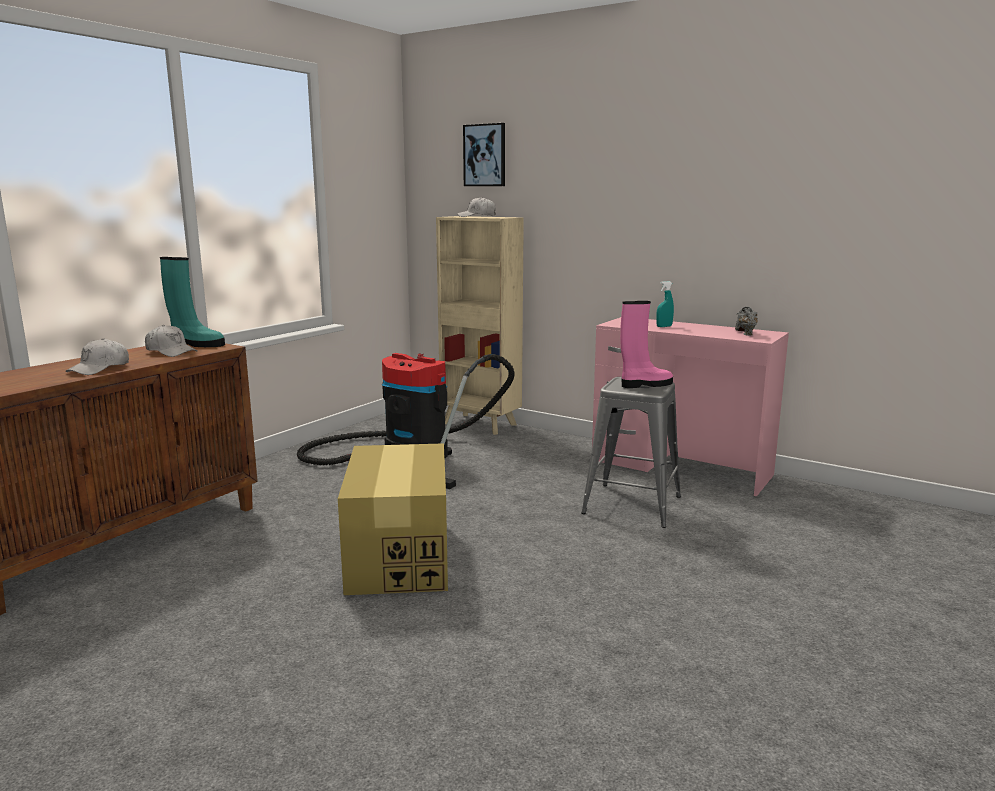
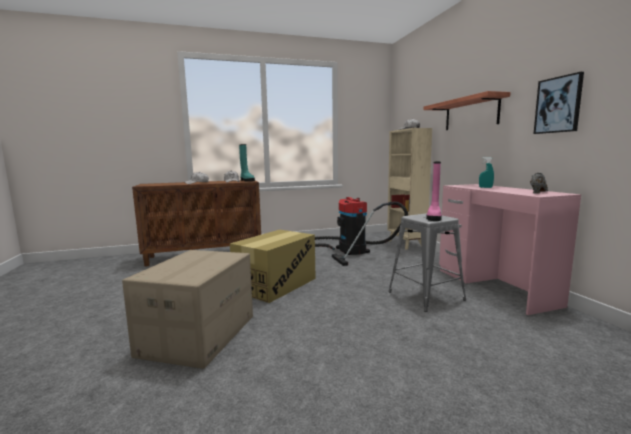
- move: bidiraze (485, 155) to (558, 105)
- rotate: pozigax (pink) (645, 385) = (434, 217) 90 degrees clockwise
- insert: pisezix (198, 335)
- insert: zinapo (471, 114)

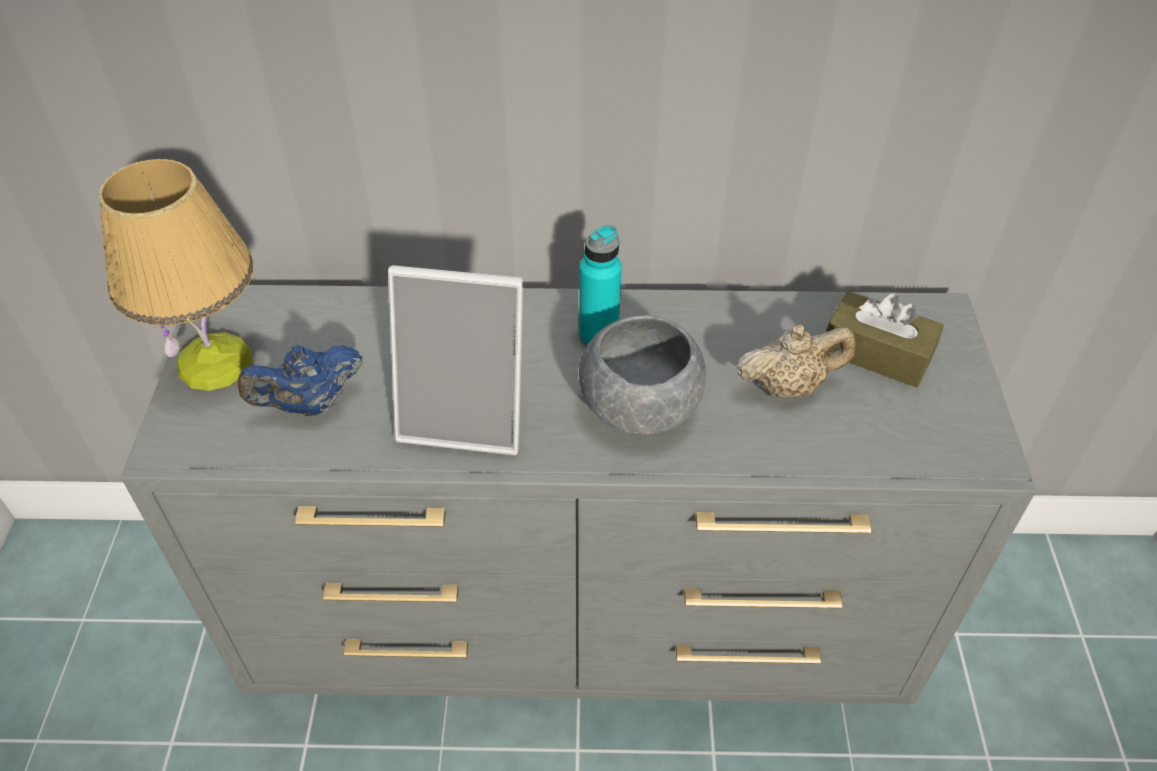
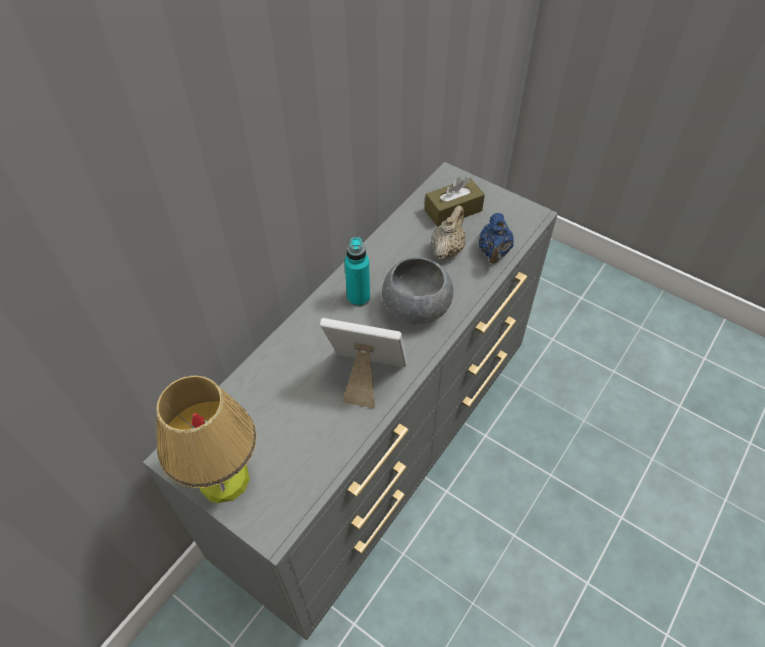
- move: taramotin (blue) (311, 405) to (494, 252)
- rotate: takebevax (467, 415) = (365, 377) 120 degrees counterclockwise

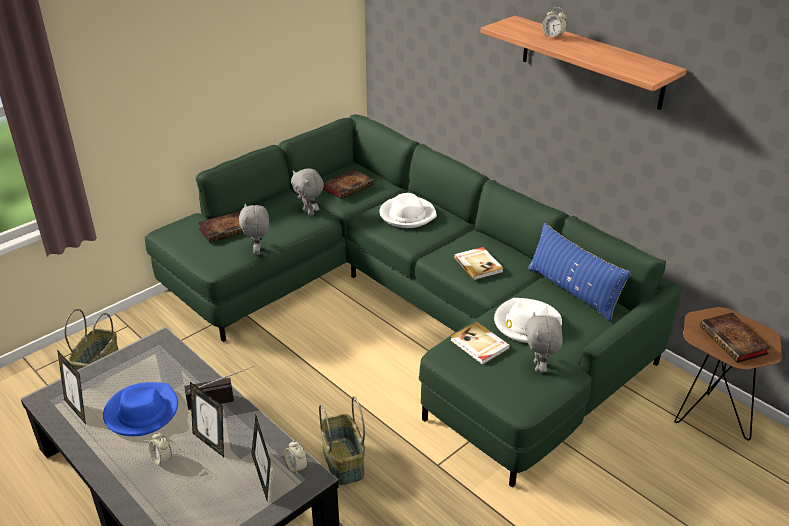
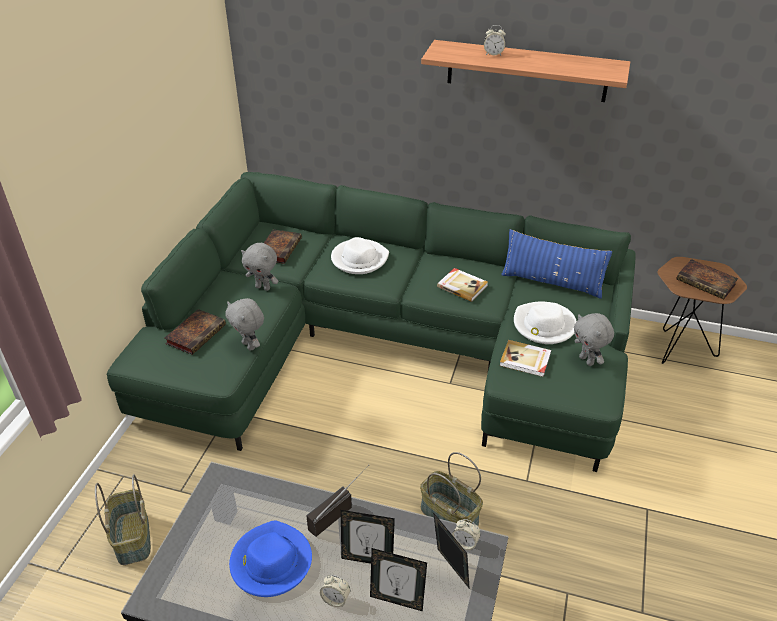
- move: takebevax (78, 410) to (397, 599)

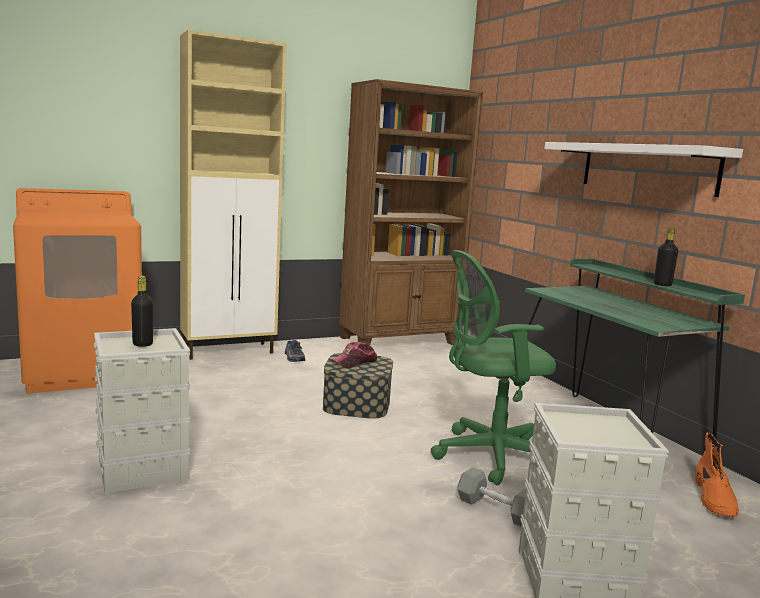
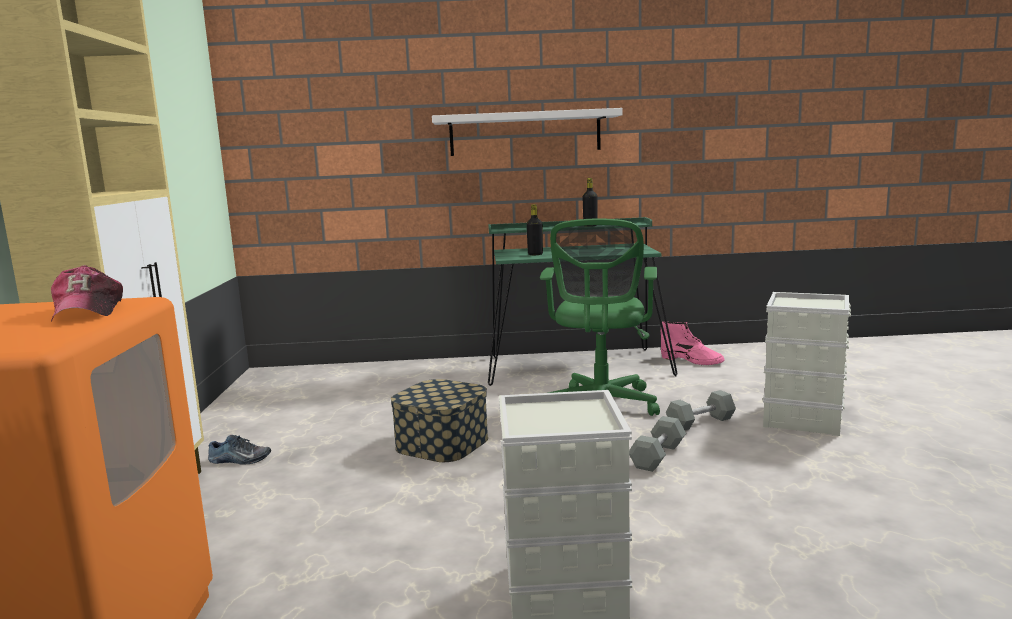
- move: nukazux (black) (142, 344) to (535, 254)
- move: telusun (354, 362) to (88, 311)
- delete: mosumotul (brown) (400, 341)
- recolor: pozigax (orange) (714, 499) to pozigax (pink) (692, 361)
- insert: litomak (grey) (657, 456)

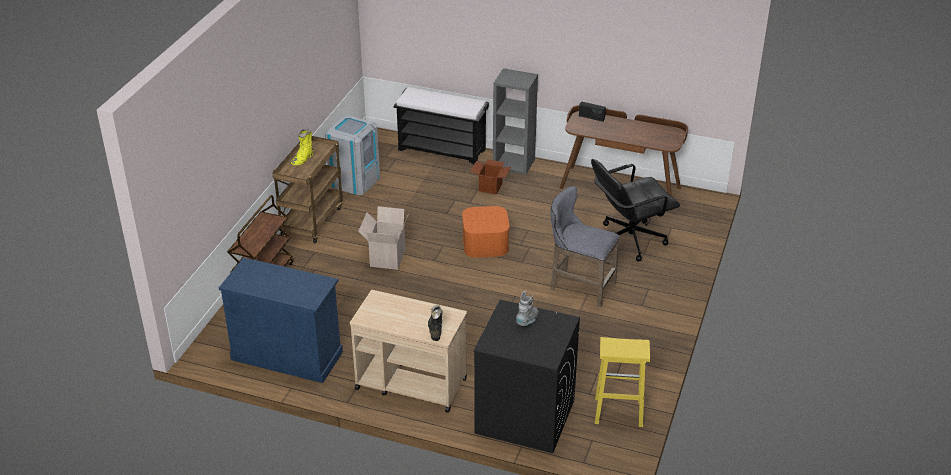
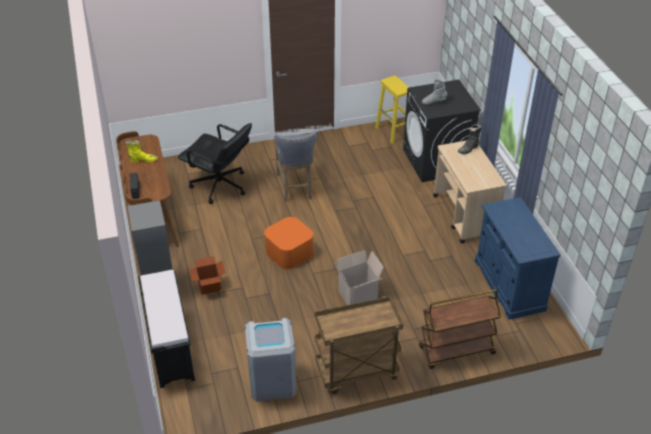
- move: pozigax (yellow) (303, 159) to (143, 160)

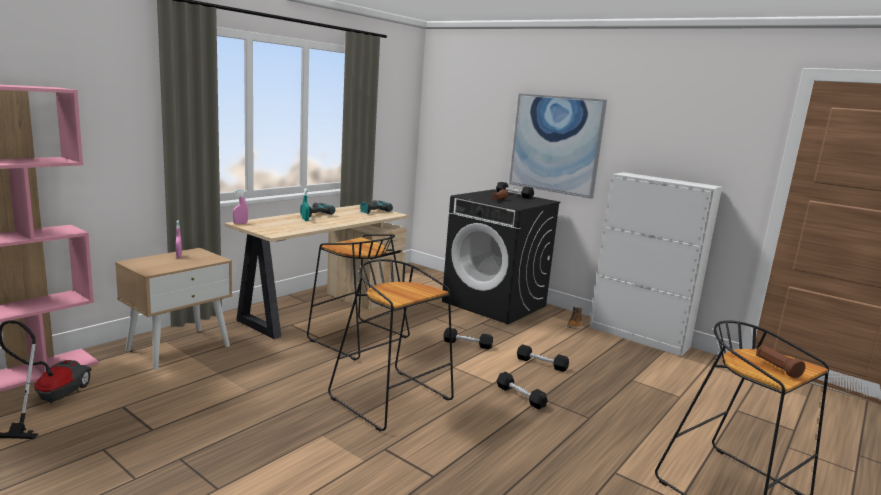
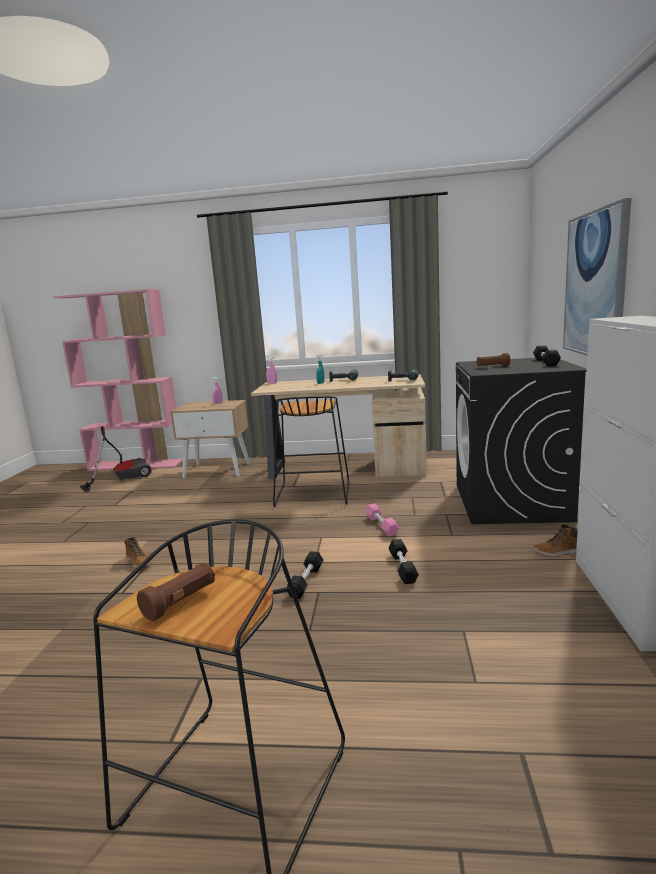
- delete: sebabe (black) (393, 400)
- recolor: litomak (black) (467, 344) to litomak (pink) (381, 526)
- insert: pozigax (139, 562)

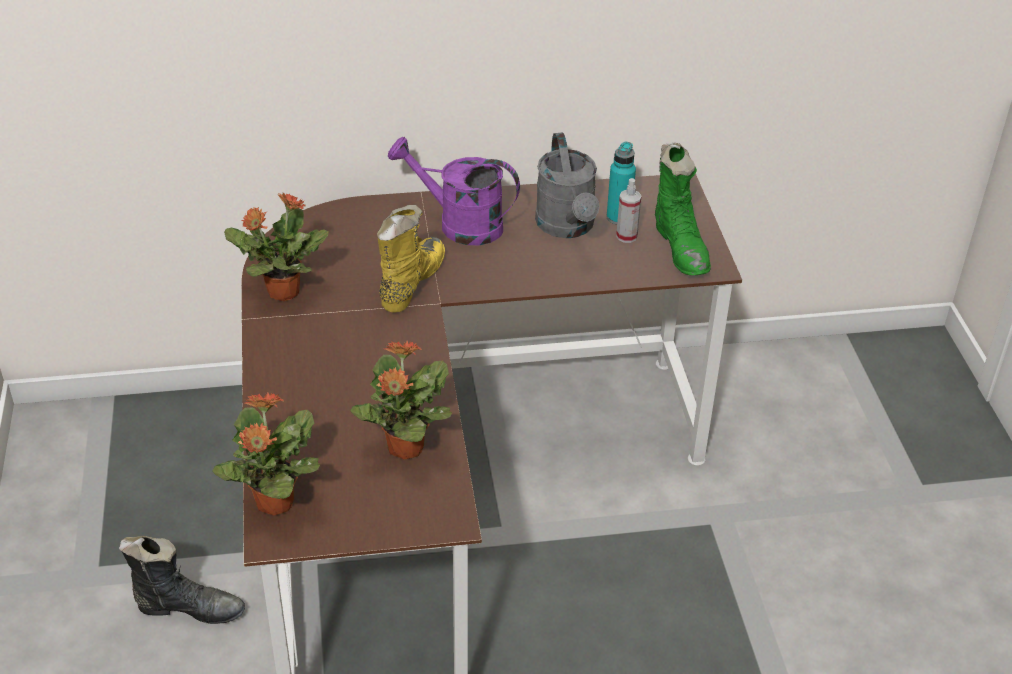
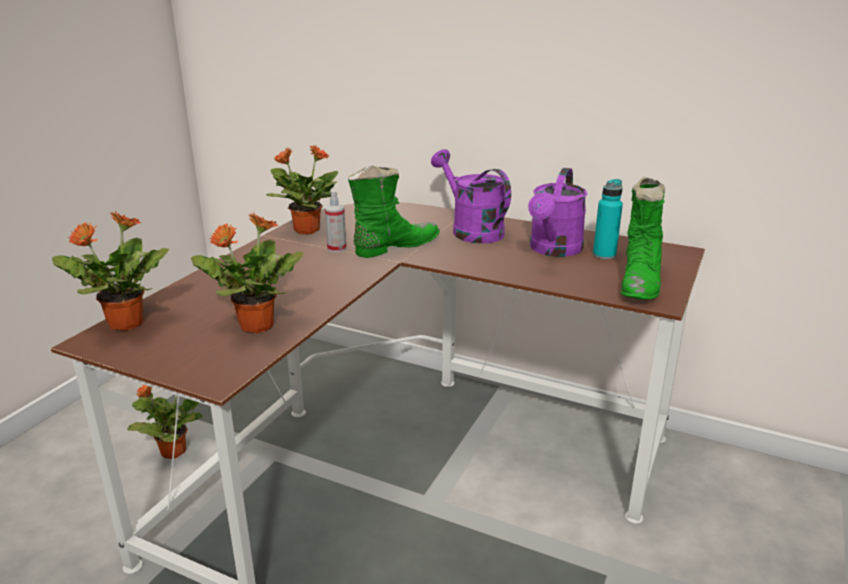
- replace: pozigax (black) (189, 608) to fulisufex (172, 451)
- recolor: pozigax (yellow) (410, 282) to pozigax (green) (394, 247)
- recolor: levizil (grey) (568, 227) to levizil (purple) (553, 250)
- move: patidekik (626, 236) to (336, 249)

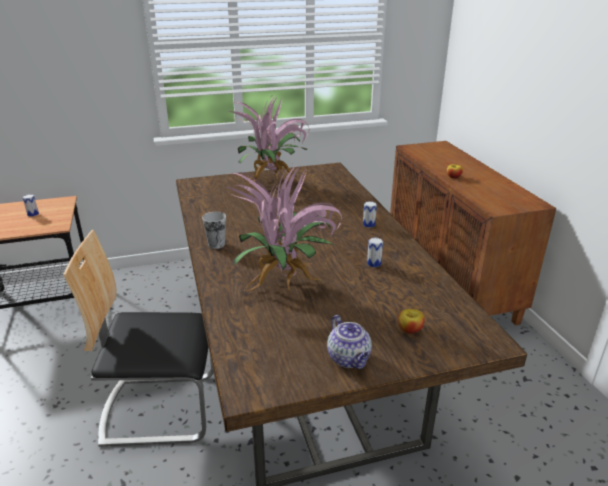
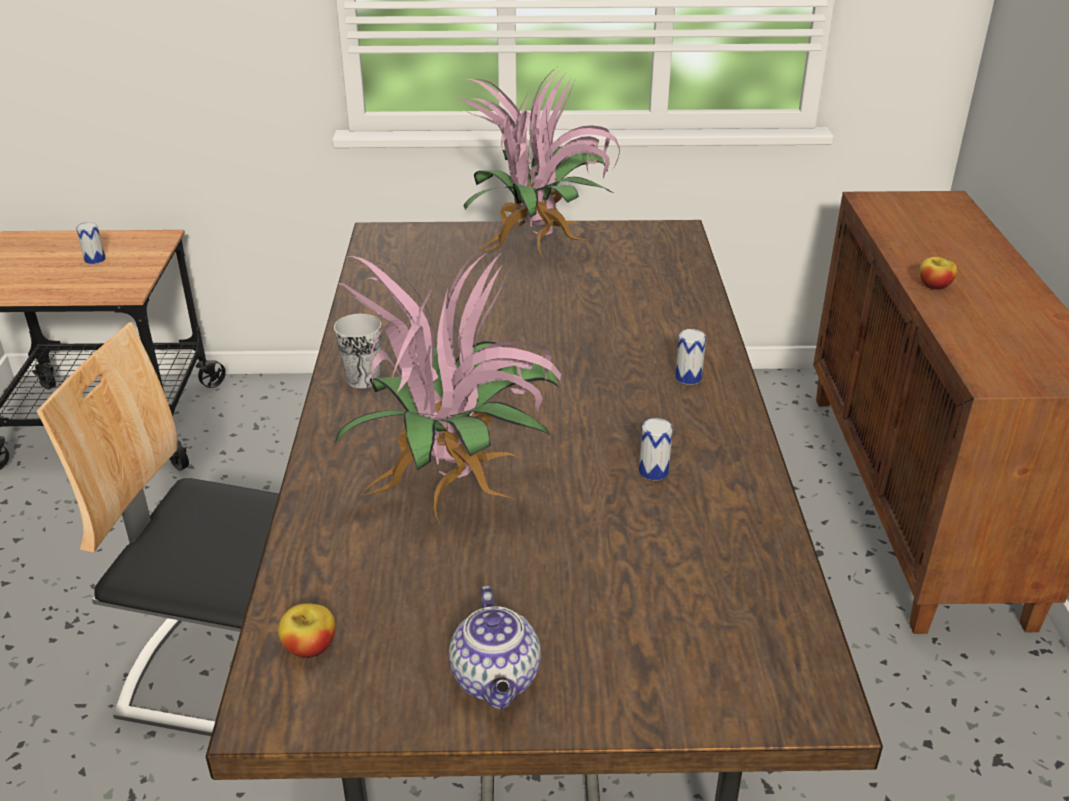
- move: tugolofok (410, 329) to (310, 647)

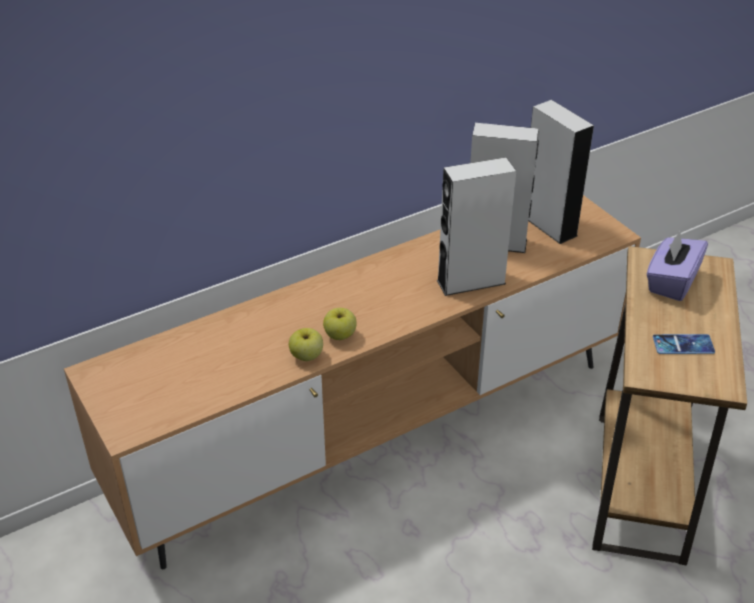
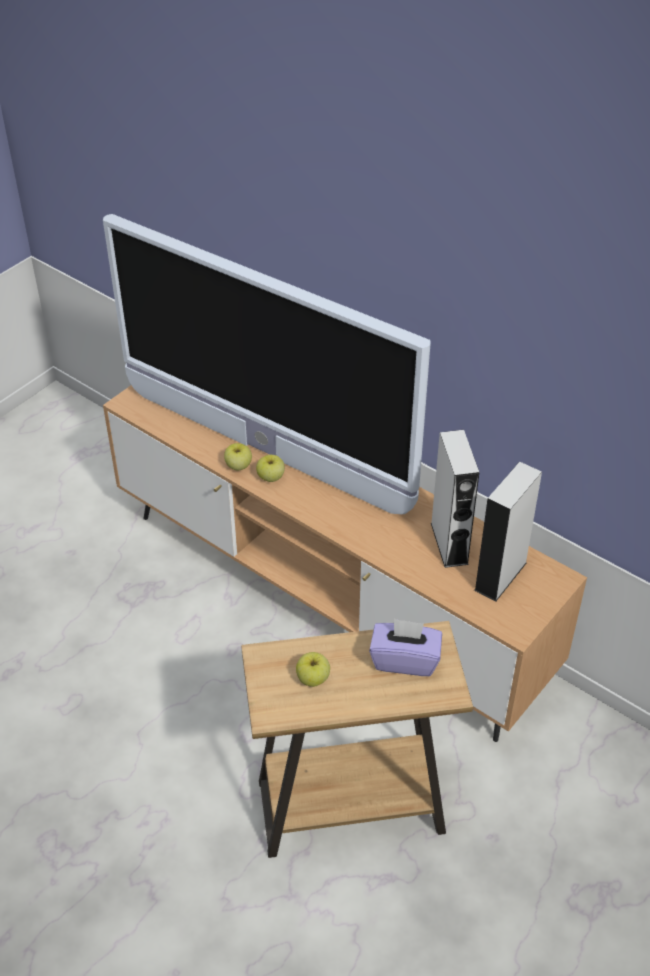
- delete: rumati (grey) (471, 282)
- replace: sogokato (683, 345) to tugolofok (313, 679)
- insert: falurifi (265, 450)

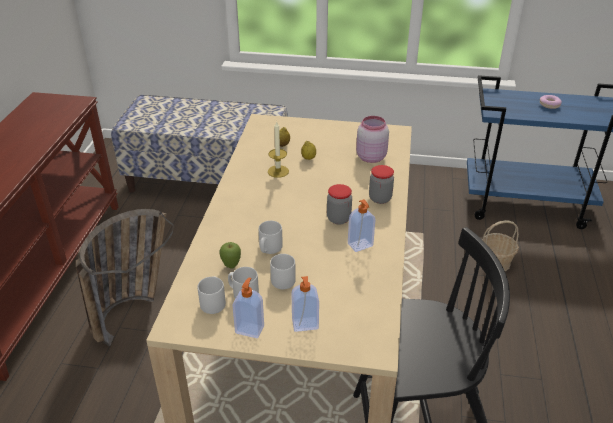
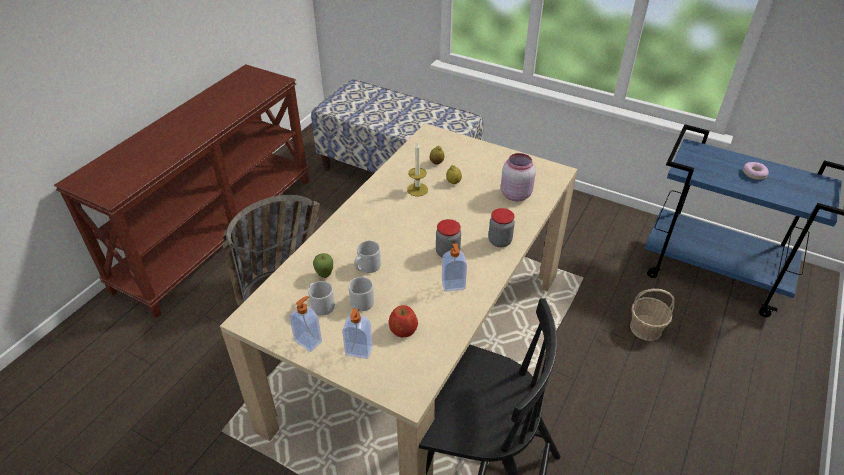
- delete: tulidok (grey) (213, 302)
- insert: tugolofok (403, 329)

